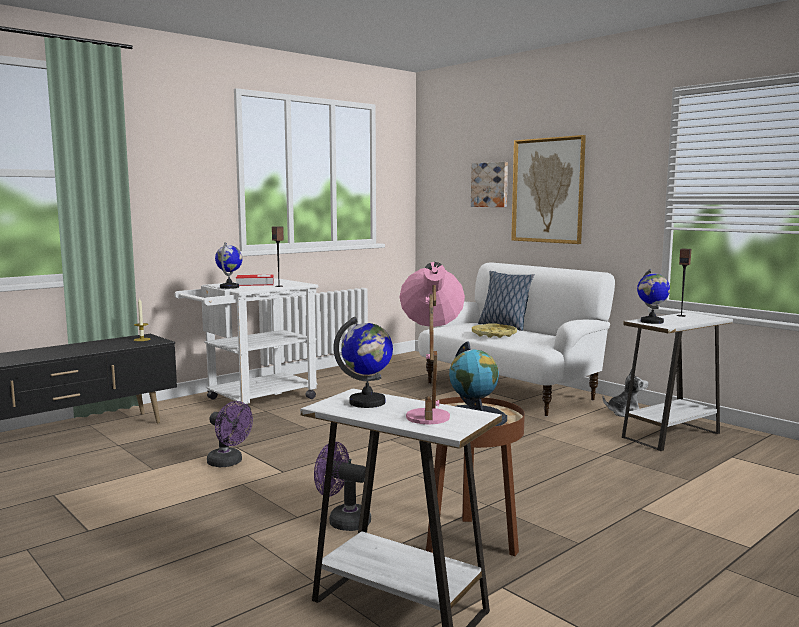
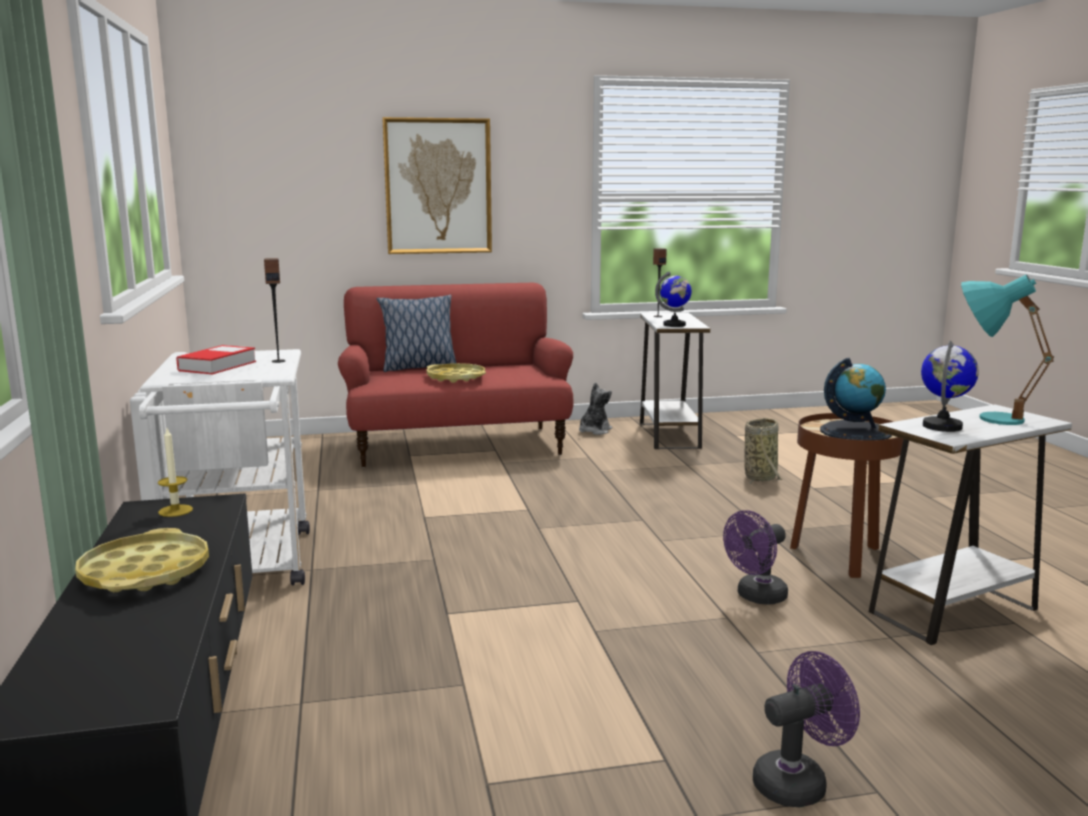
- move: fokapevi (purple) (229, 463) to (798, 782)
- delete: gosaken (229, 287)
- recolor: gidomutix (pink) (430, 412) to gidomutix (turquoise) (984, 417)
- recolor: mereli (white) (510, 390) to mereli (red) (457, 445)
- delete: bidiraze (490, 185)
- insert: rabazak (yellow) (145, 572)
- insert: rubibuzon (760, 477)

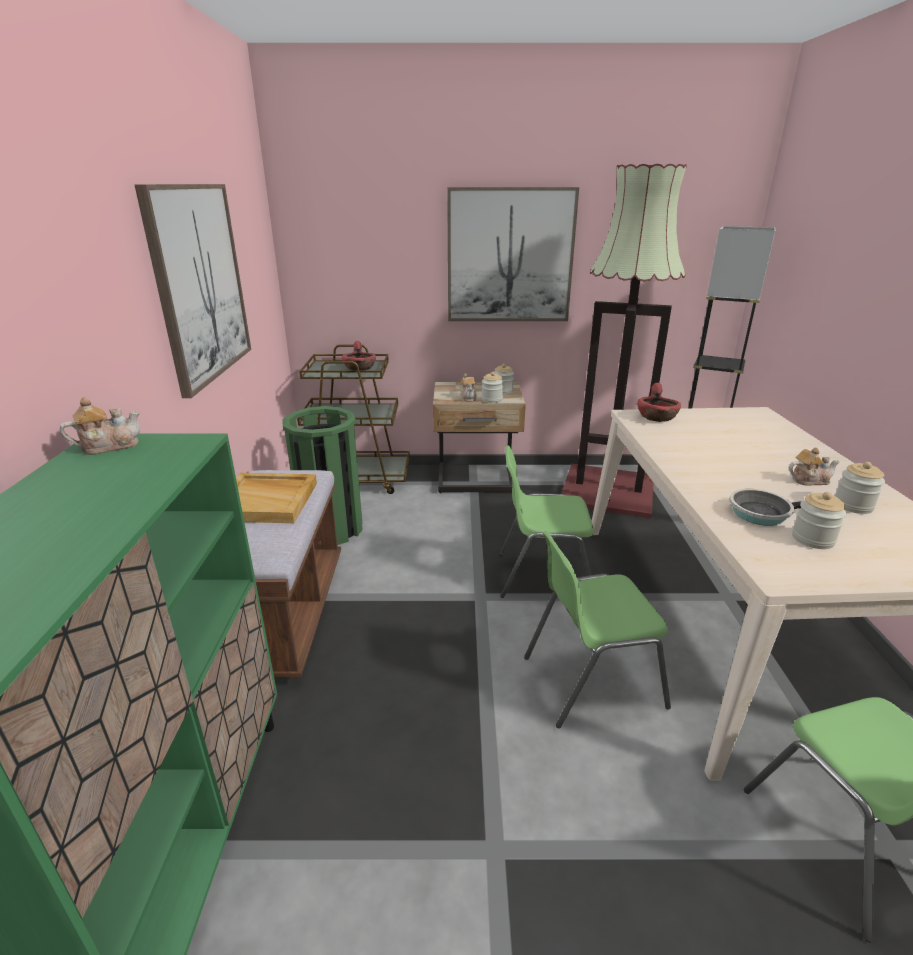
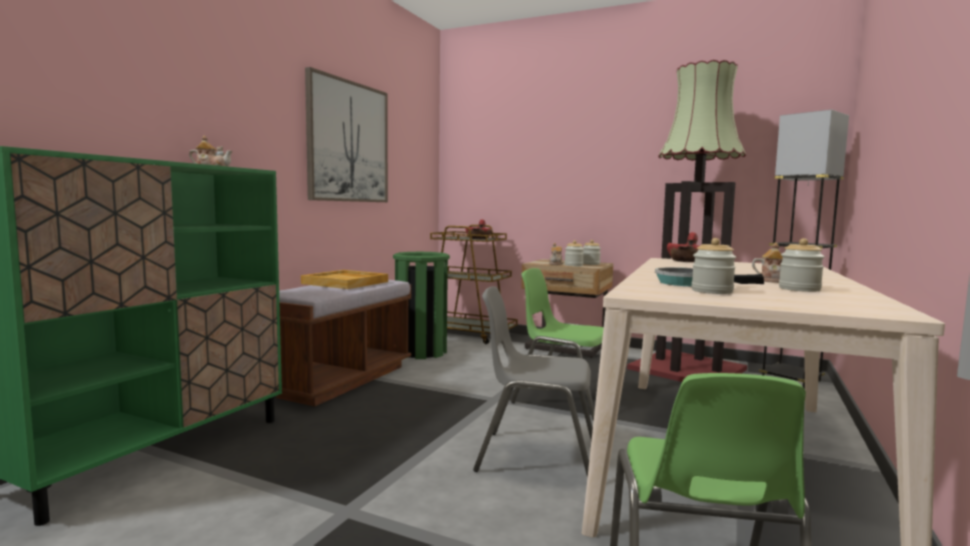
- delete: bidiraze (510, 256)
- recolor: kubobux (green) (590, 680) to kubobux (grey) (535, 456)

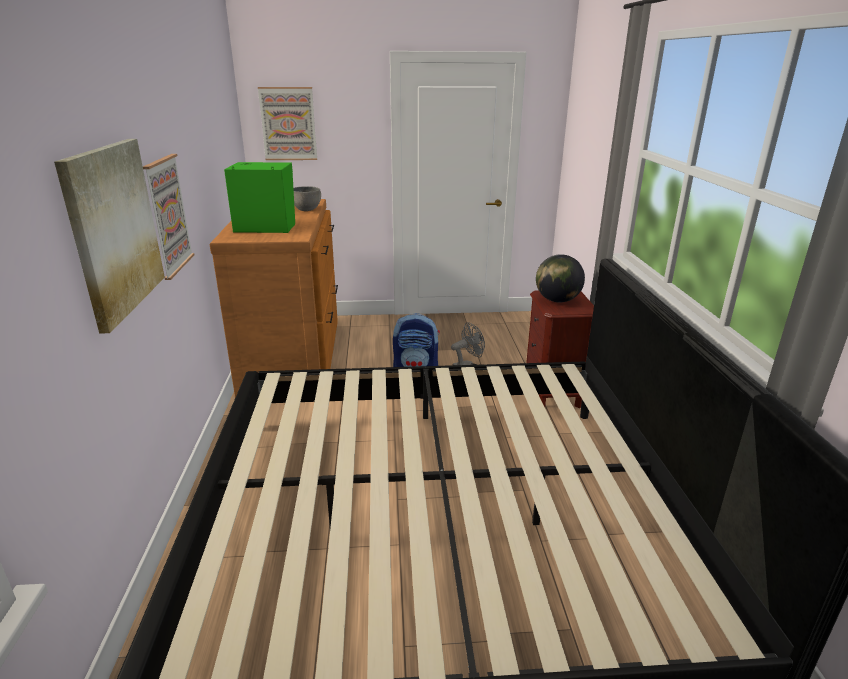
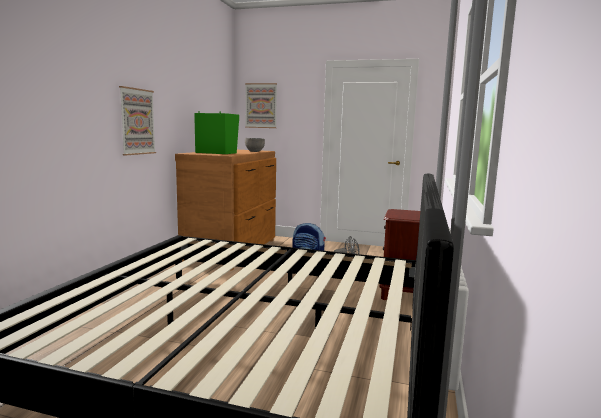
- delete: bidiraze (114, 230)
- delete: gosaken (557, 300)

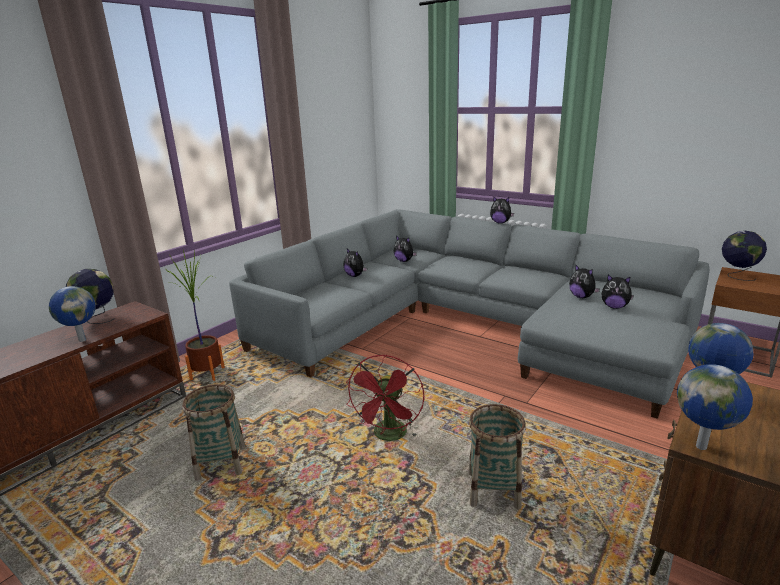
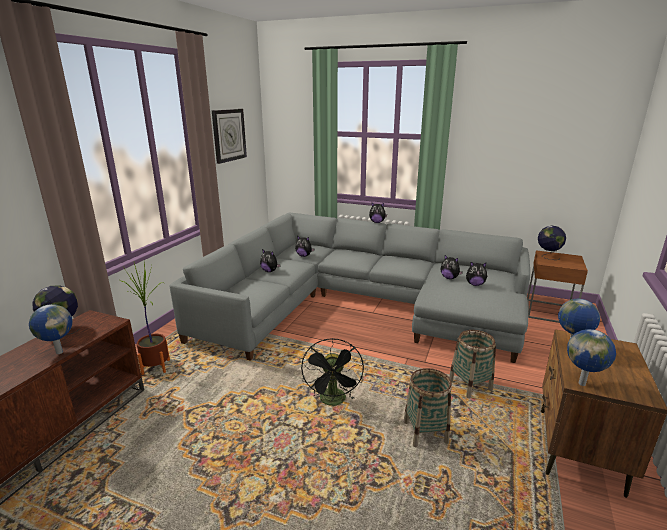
- move: rubibuzon (221, 463) to (470, 385)
- recolor: fokapevi (red) (389, 436) to fokapevi (black) (333, 402)
- insert: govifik (229, 135)

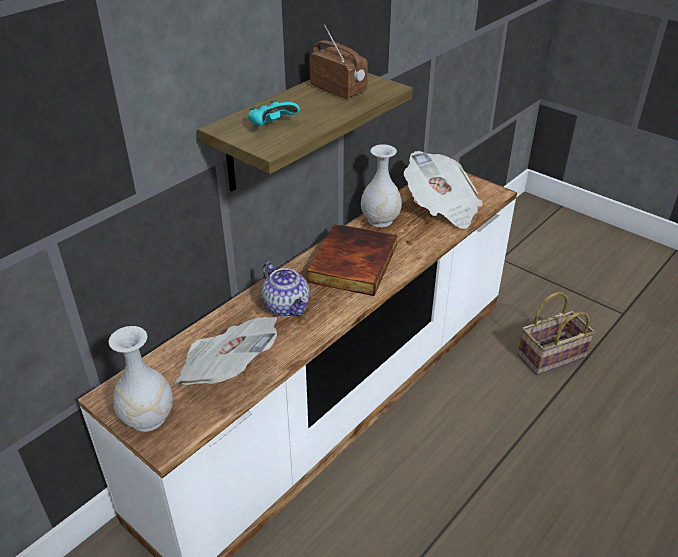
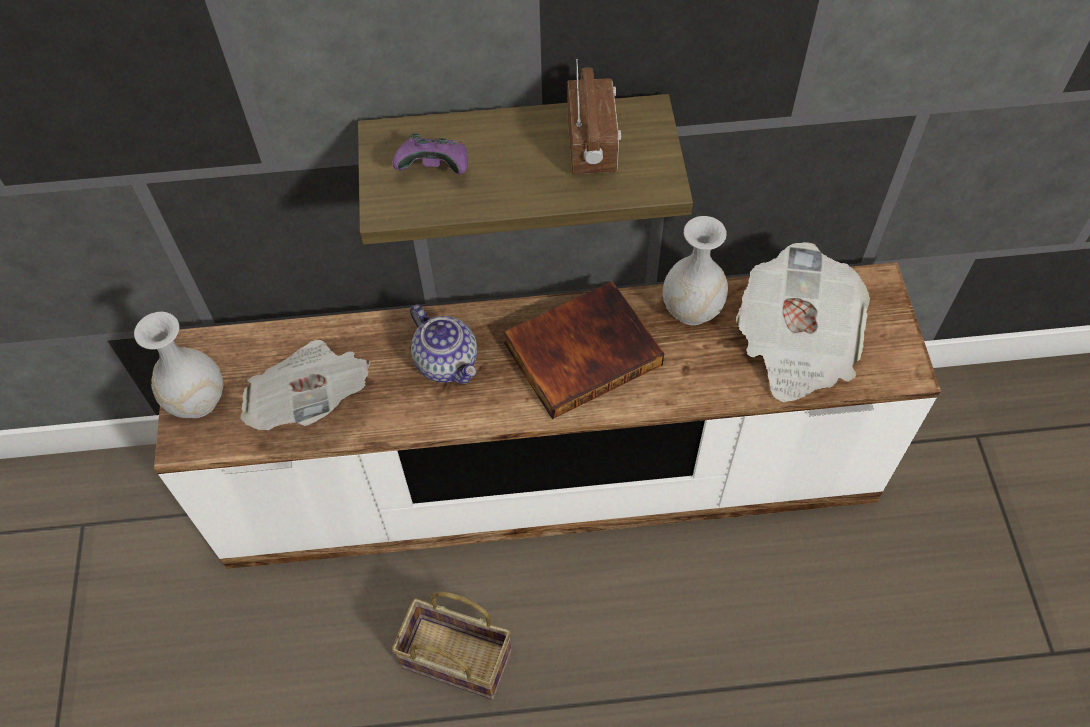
- recolor: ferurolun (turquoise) (272, 125) to ferurolun (purple) (435, 168)
- rotate: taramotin (287, 307) = (448, 362) 45 degrees counterclockwise
- move: rubibuzon (550, 357) to (453, 660)

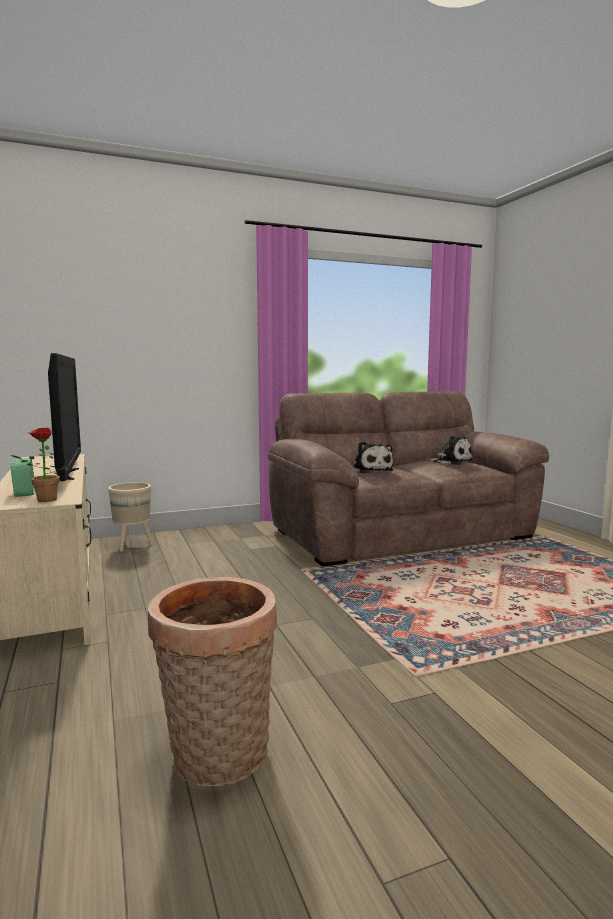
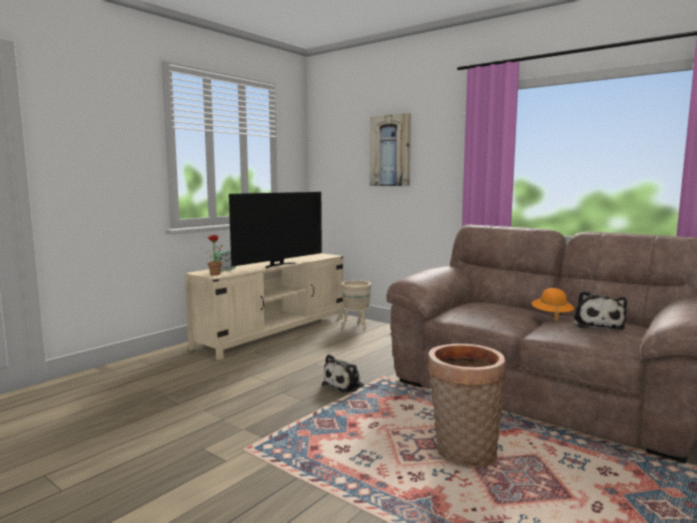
- move: rubibuzon (217, 758) to (463, 453)
- move: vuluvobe (371, 470) to (345, 385)
- insert: bidiraze (390, 151)
- insert: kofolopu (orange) (551, 315)

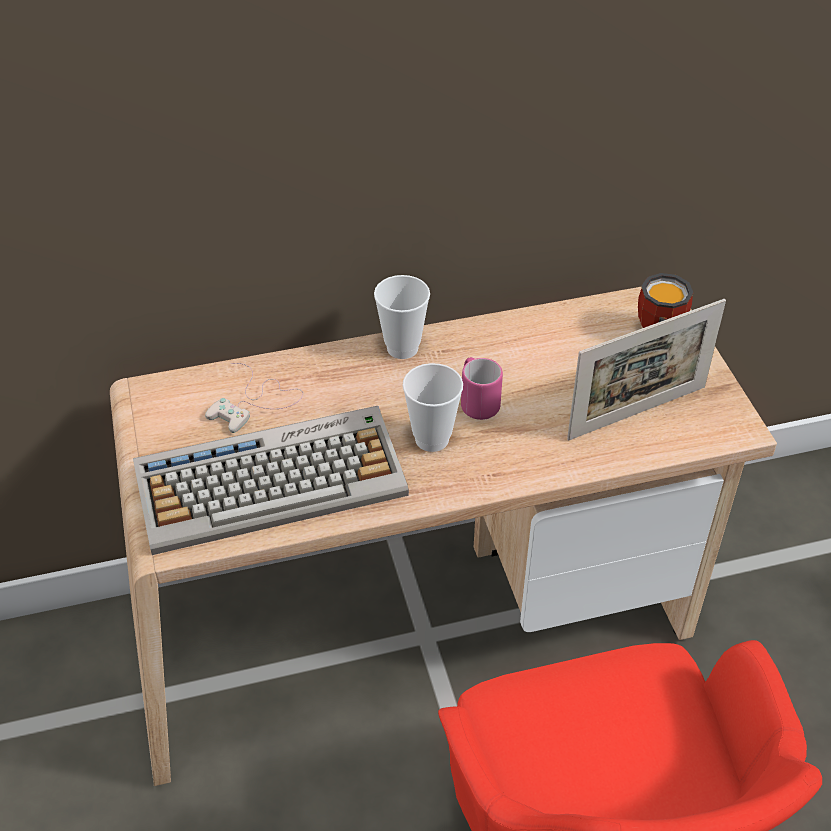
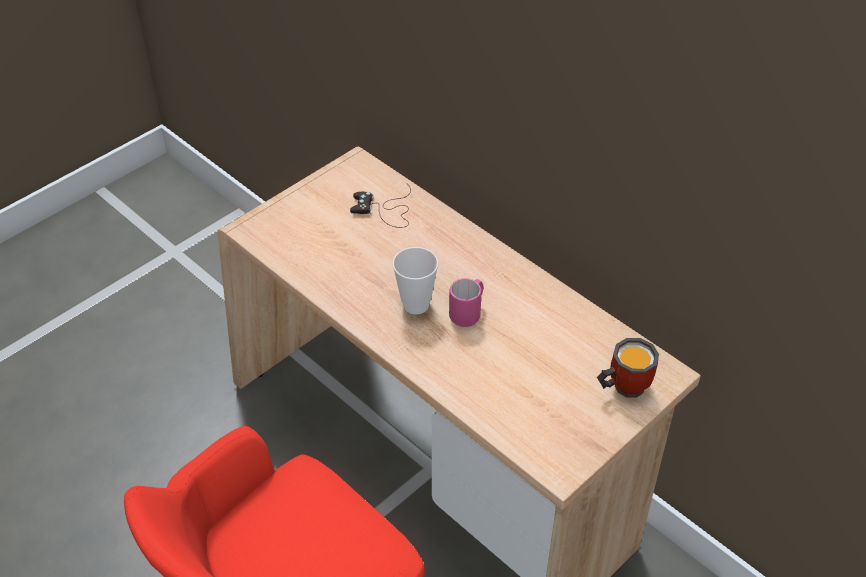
- delete: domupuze (272, 480)
- recolor: ferurolun (white) (255, 402) to ferurolun (black) (385, 210)
- delete: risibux (402, 348)
- delete: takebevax (637, 412)

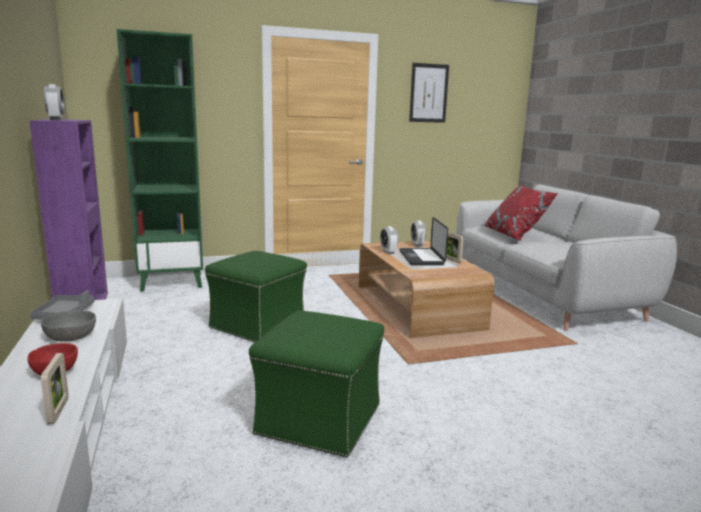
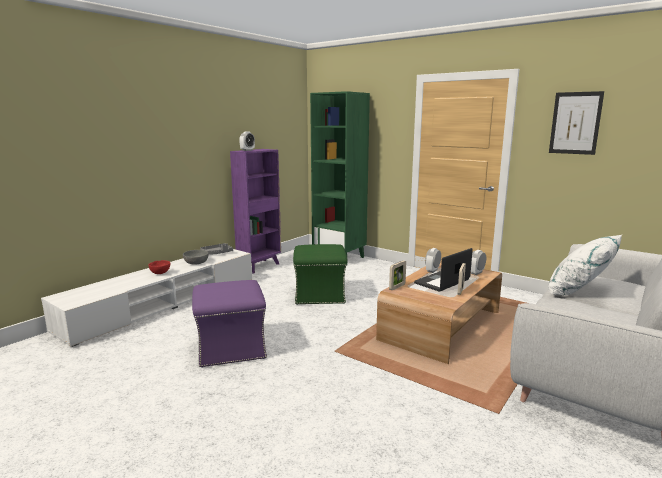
- move: takebevax (58, 411) to (397, 287)
- recolor: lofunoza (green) (319, 420) to lofunoza (purple) (230, 348)
- recolor: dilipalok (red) (515, 236) to dilipalok (white) (580, 291)

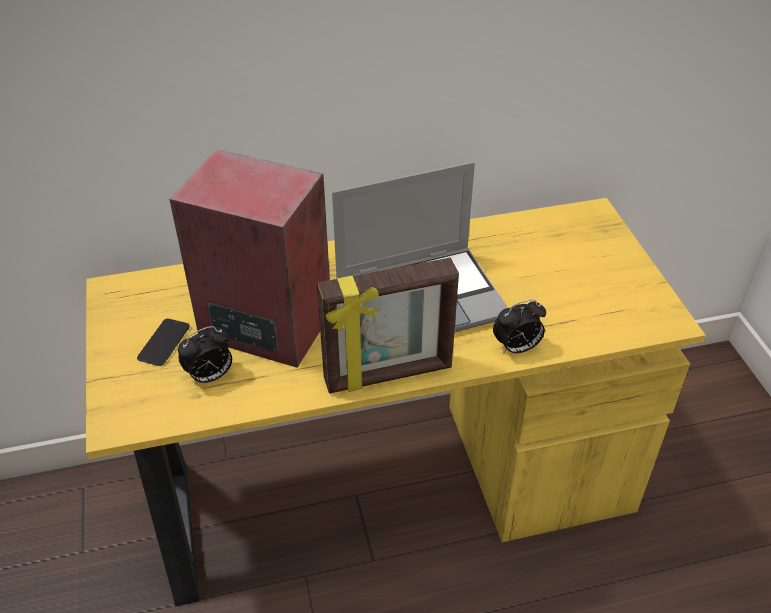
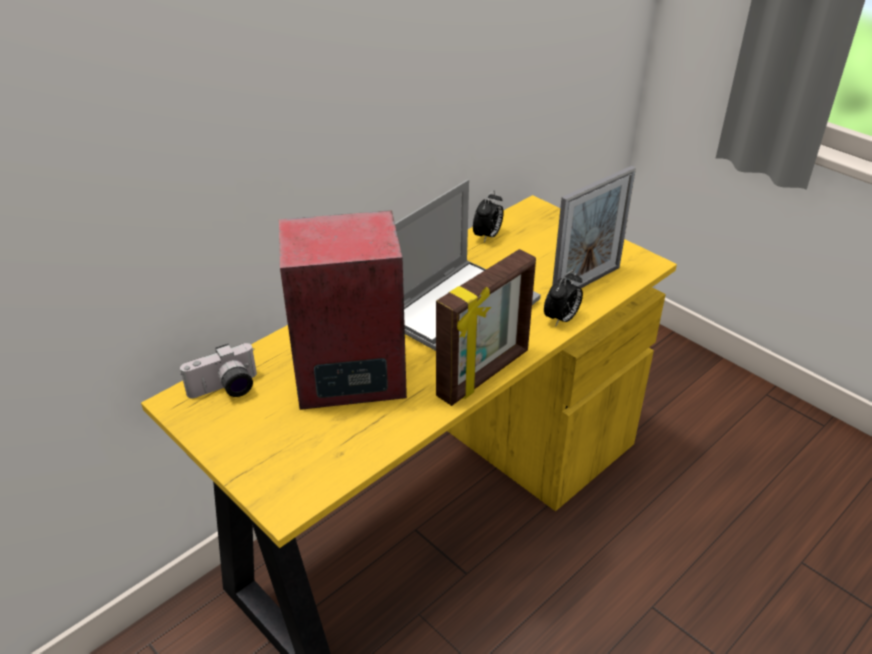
- delete: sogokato (164, 343)
- move: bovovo (210, 376) to (487, 236)
- insert: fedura (226, 390)
- insert: takebevax (586, 283)

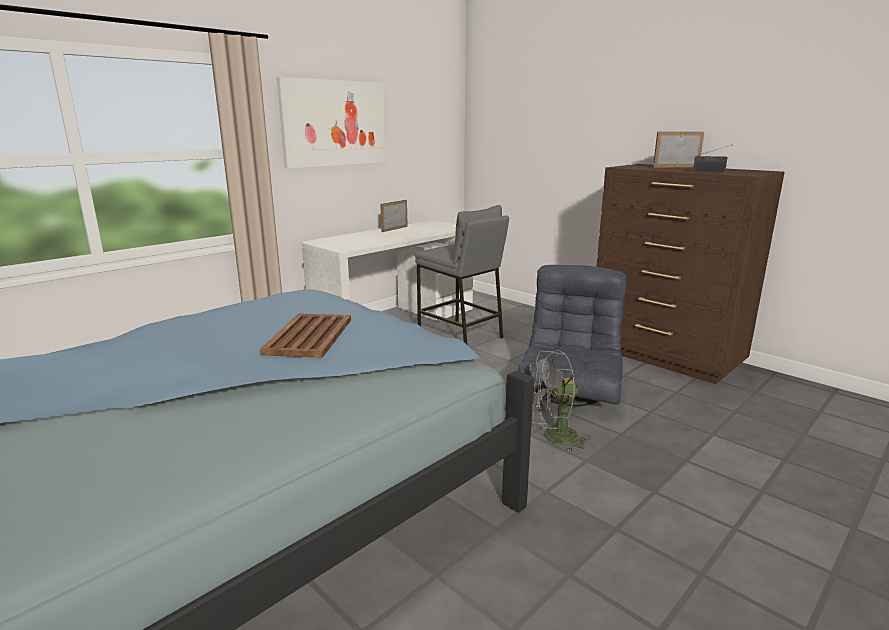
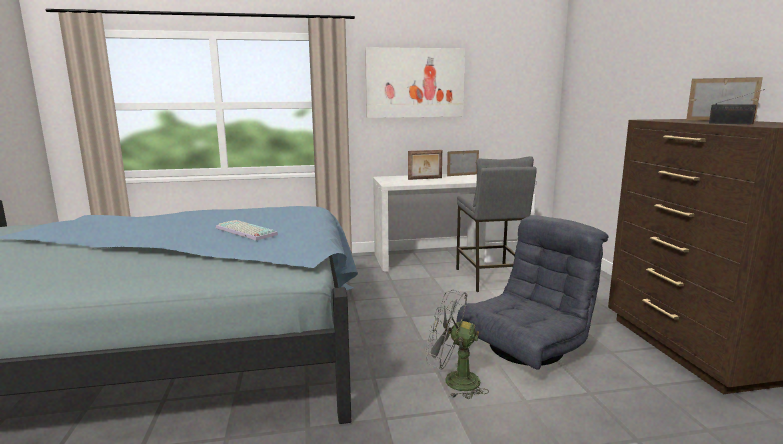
- replace: rabazak (brown) (308, 336) to domupuze (244, 231)
- insert: takebevax (425, 179)

